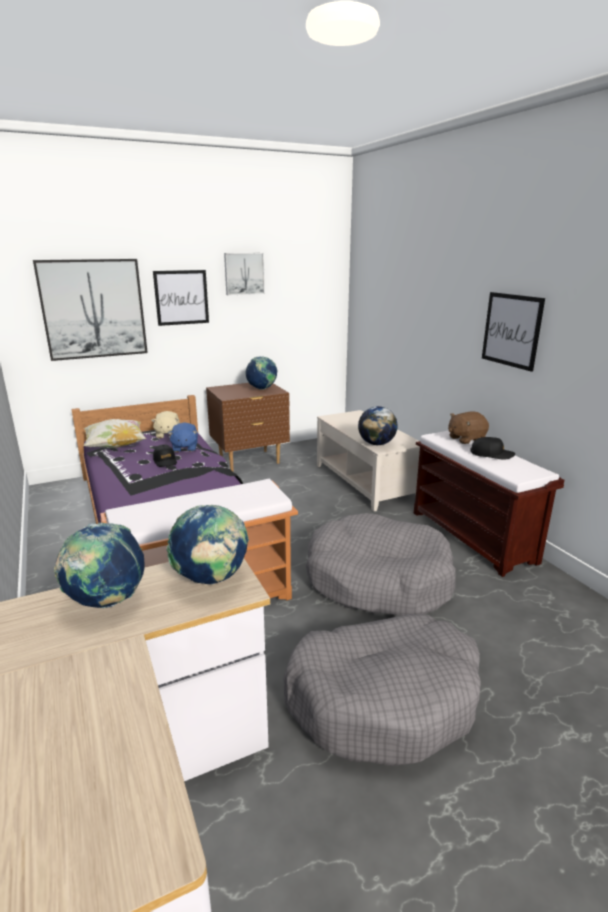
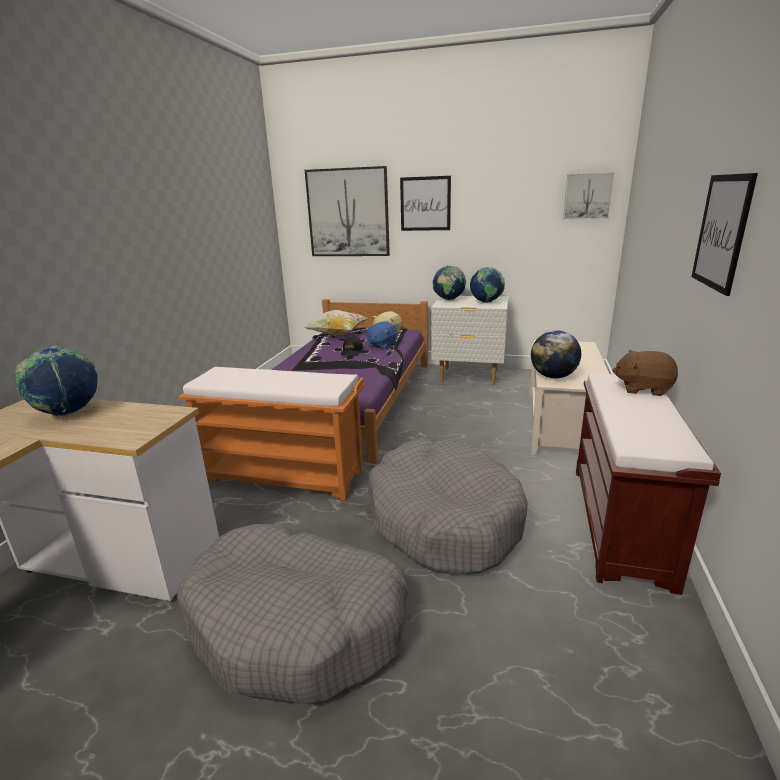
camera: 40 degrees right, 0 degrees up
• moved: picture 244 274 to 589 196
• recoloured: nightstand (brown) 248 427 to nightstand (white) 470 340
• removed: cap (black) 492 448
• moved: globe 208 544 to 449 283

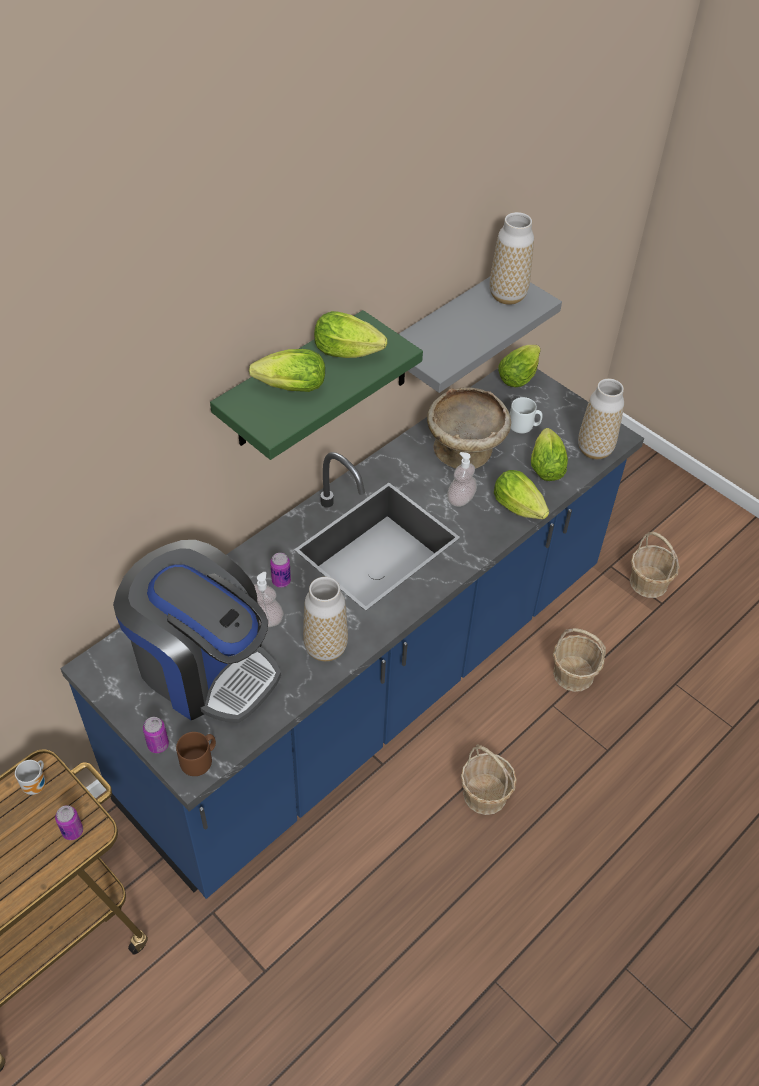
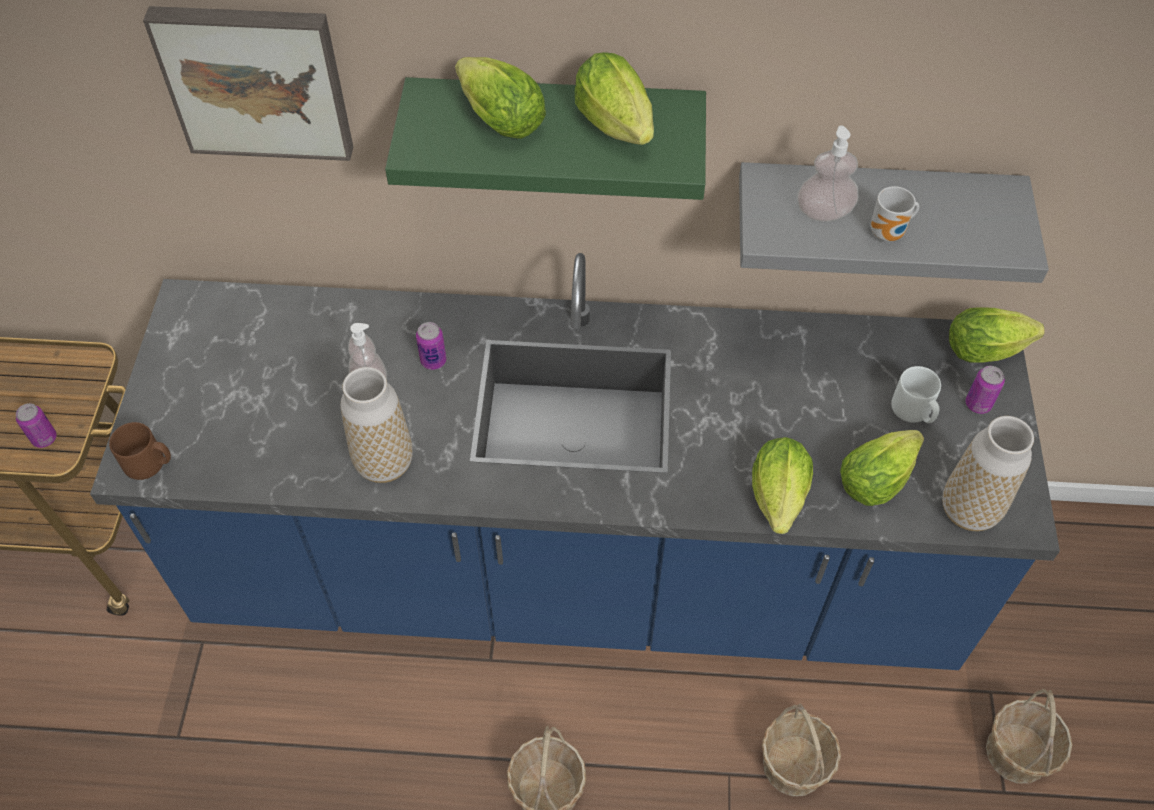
camera: 50 degrees right, 5 degrees up
• removed: vase 512 258
• removed: bowl (beige) 469 428
• moved: soap dispenser 462 479 to 828 173
• removed: coffee machine 197 631
• moved: can 156 735 to 985 390
• moved: mug 30 777 to 895 213
• added: picture 248 83

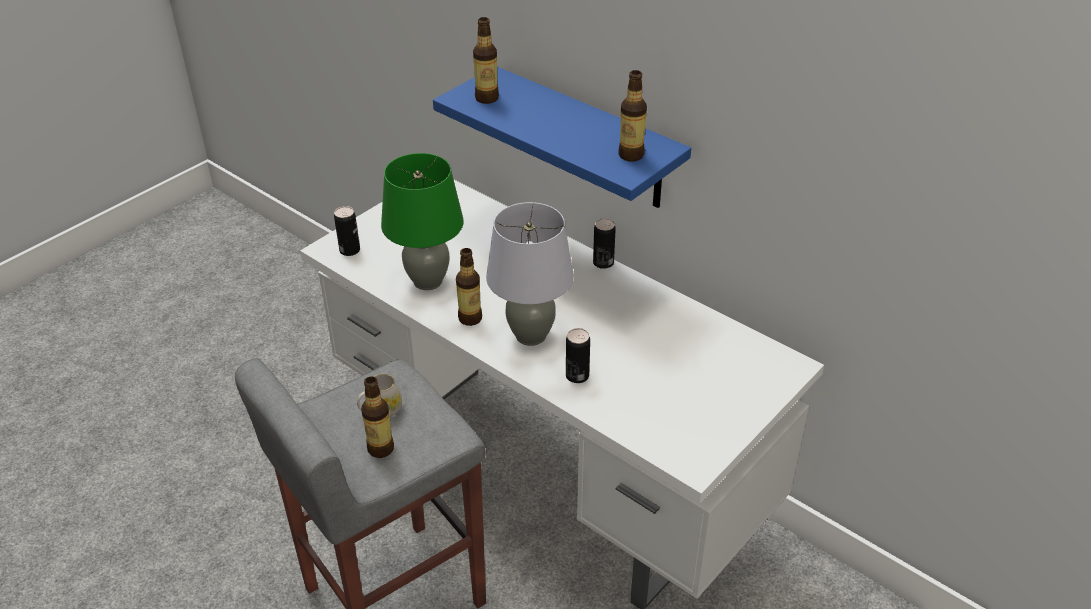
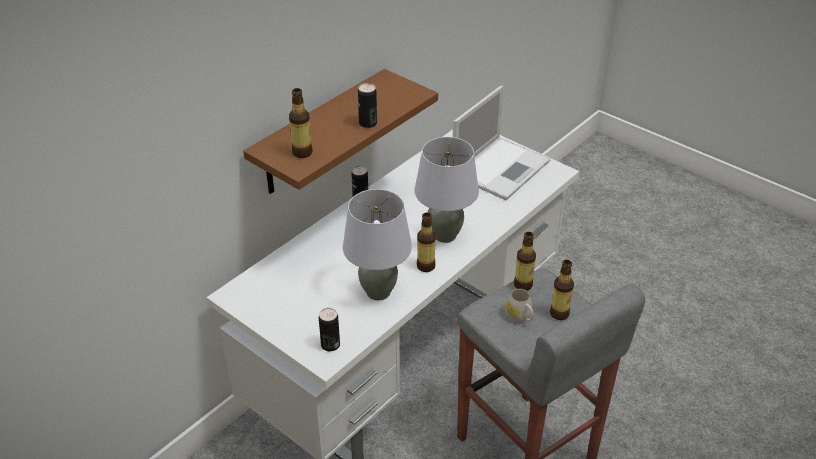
camera: 90 degrees left, 0 degrees up
• recoloured: shelf (blue) 562 137 to shelf (brown) 340 131
• moved: bottle 632 116 to 525 261
• recoloured: table lamp (green) 422 221 to table lamp (grey) 377 244
• moved: can 578 355 to 367 105
• added: laptop 502 143

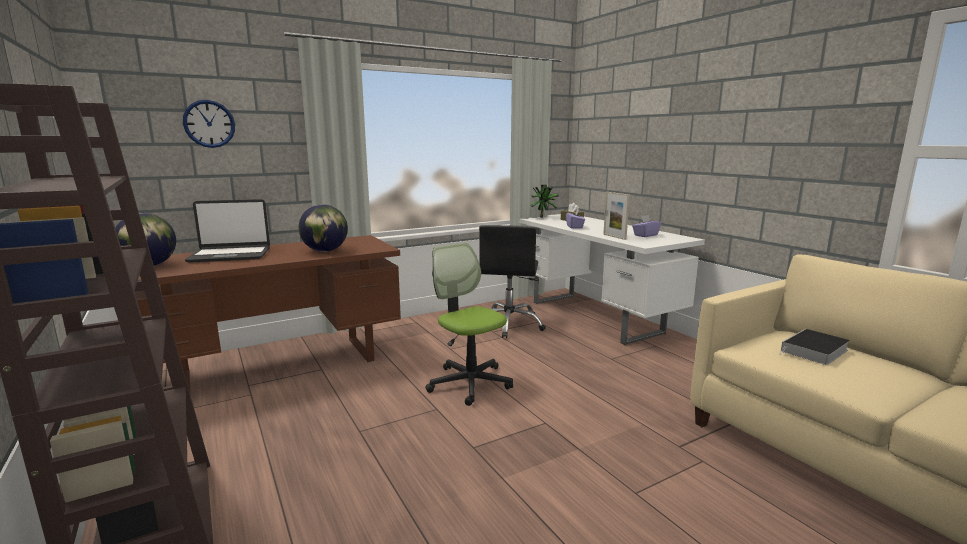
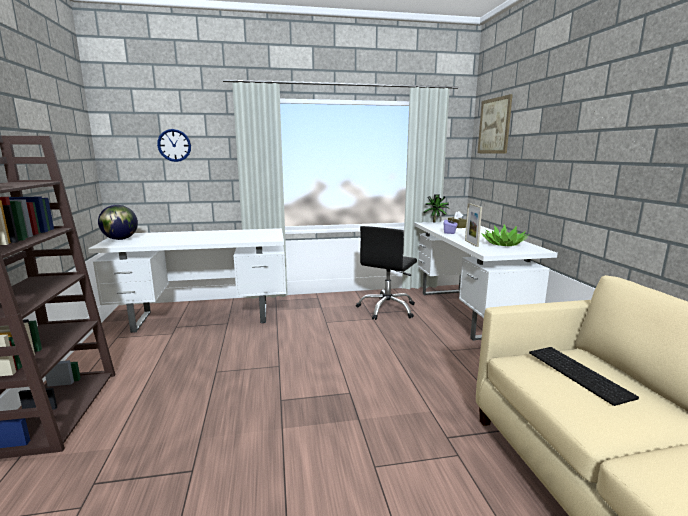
camera: 20 degrees right, 0 degrees up
• removed: laptop 227 231
• removed: globe 323 228
• replaced: tissue box (purple) 646 226 to potted plant 504 235
• recoloured: desk (brown) 268 315 to desk (white) 187 280
• removed: office chair 469 324
• replaced: book 814 347 to keyboard 584 376
• added: picture 495 124

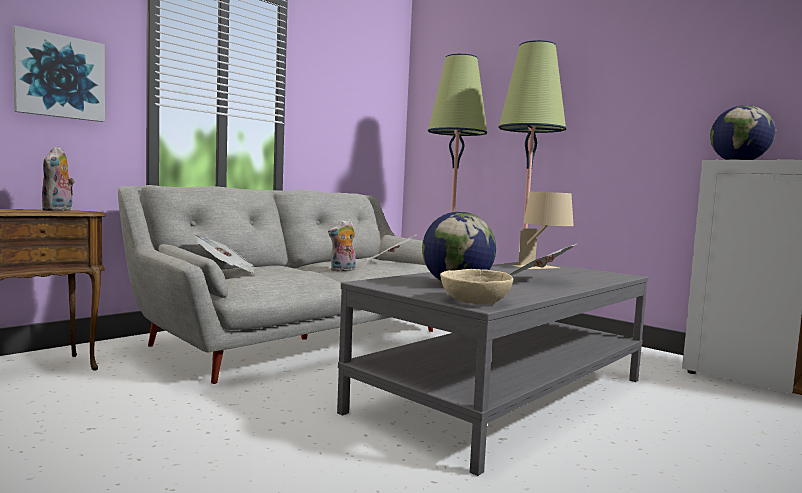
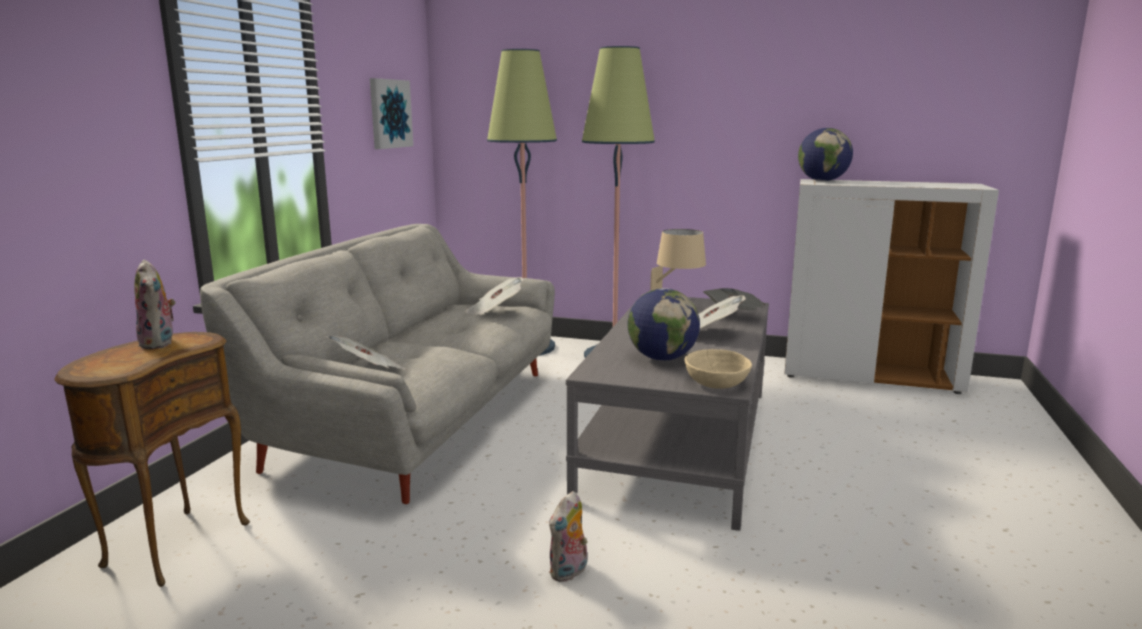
camera: 25 degrees left, 10 degrees up
• moved: picture 59 73 to 391 113
• moved: plush toy 342 246 to 568 536
• added: newspaper 734 299

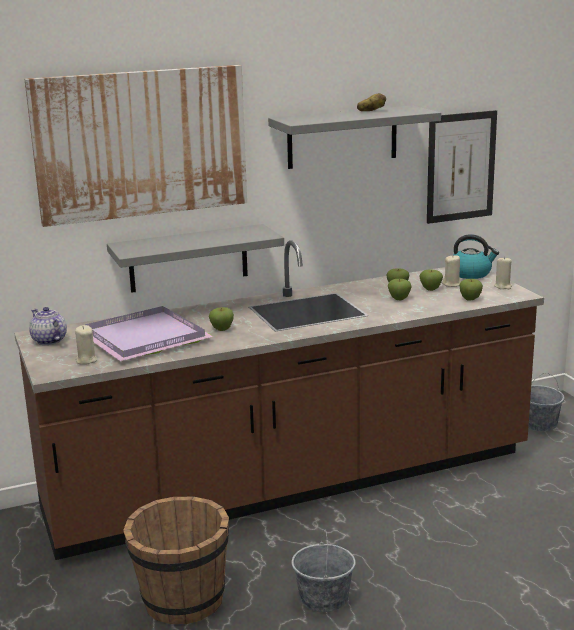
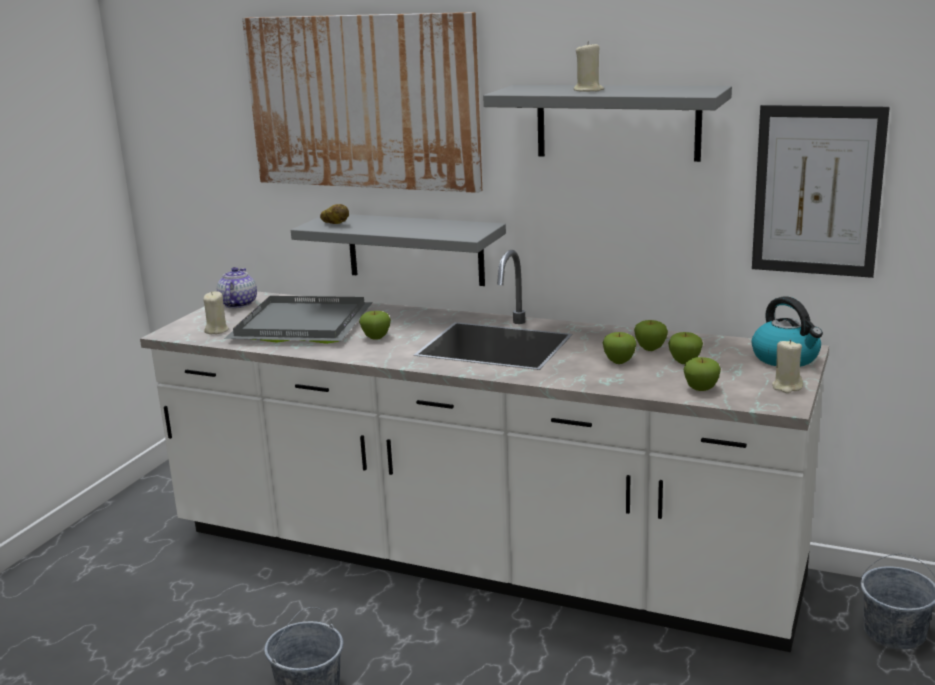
camera: 45 degrees right, 0 degrees up
• moved: potato 371 102 to 334 214
• recoloured: counter (brown) 279 400 to counter (white) 484 451
• moved: candle (beige) 451 271 to 589 66
• recoloured: tray (purple) 149 333 to tray (grey) 298 320
• removed: bucket (brown) 176 560

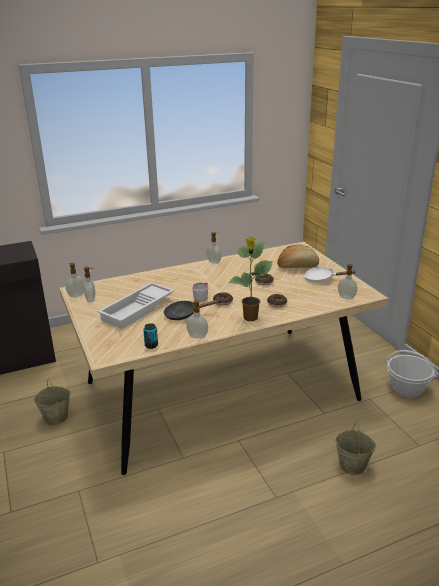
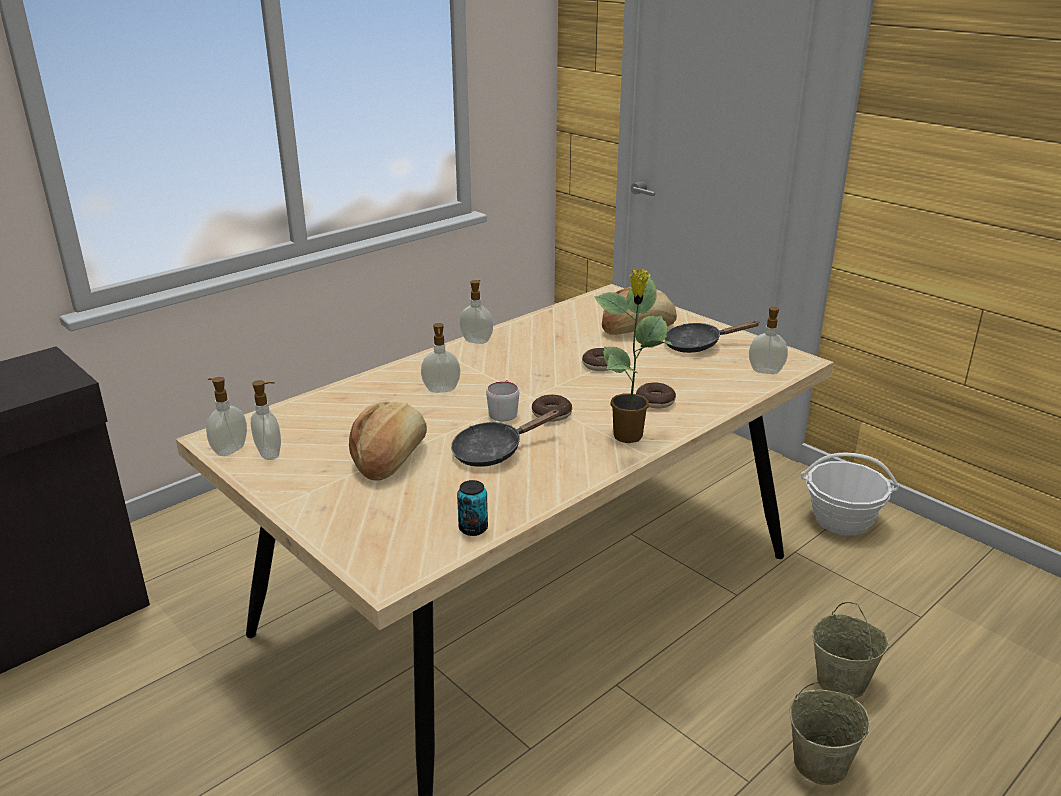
camera: 20 degrees left, 0 degrees up
• recoloured: frying pan (white) 330 275 to frying pan (black) 712 337
• replaced: tray (white) 136 305 to bread 388 441
• moved: soap dispenser 197 319 to 441 358
• moved: bucket (beige) 52 402 to 830 733

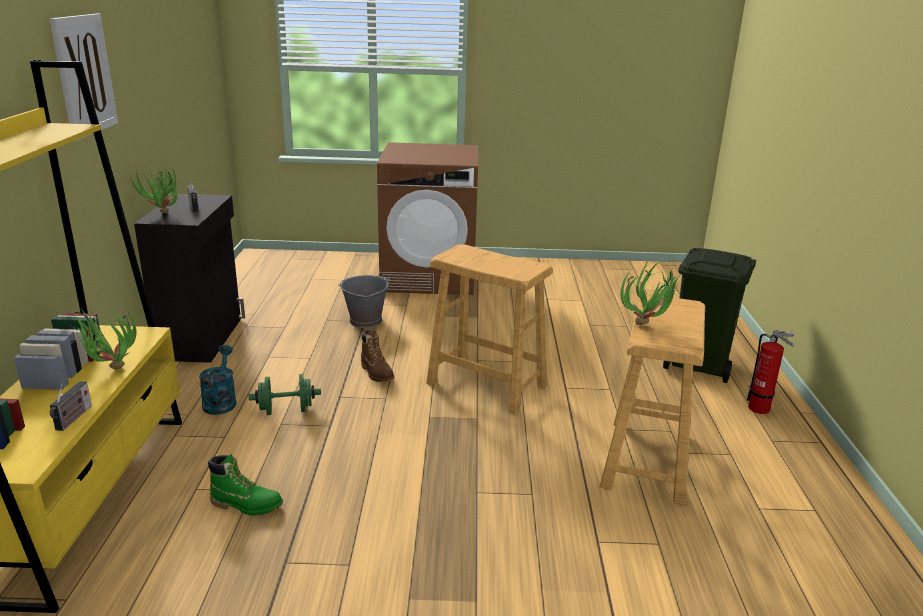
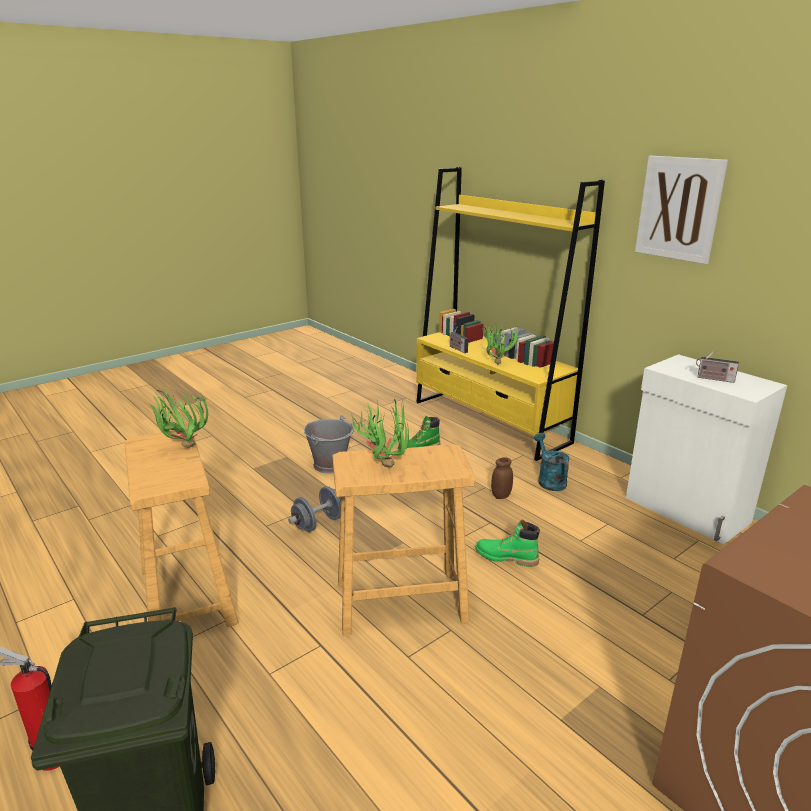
camera: 140 degrees right, 0 degrees up
• moved: potted plant 153 188 to 380 433
• recoloured: cabinet (black) 189 278 to cabinet (white) 706 449
• moved: bucket (grey) 364 301 to 329 444
• recoloured: boot (brown) 377 356 to boot (green) 507 543
• turned: watering can (turquoise) 218 380 = 552 462 150 degrees counterclockwise
• replaced: dumbbell (green) 285 394 to jar (brown) 502 478
• added: dumbbell (grey) 314 509

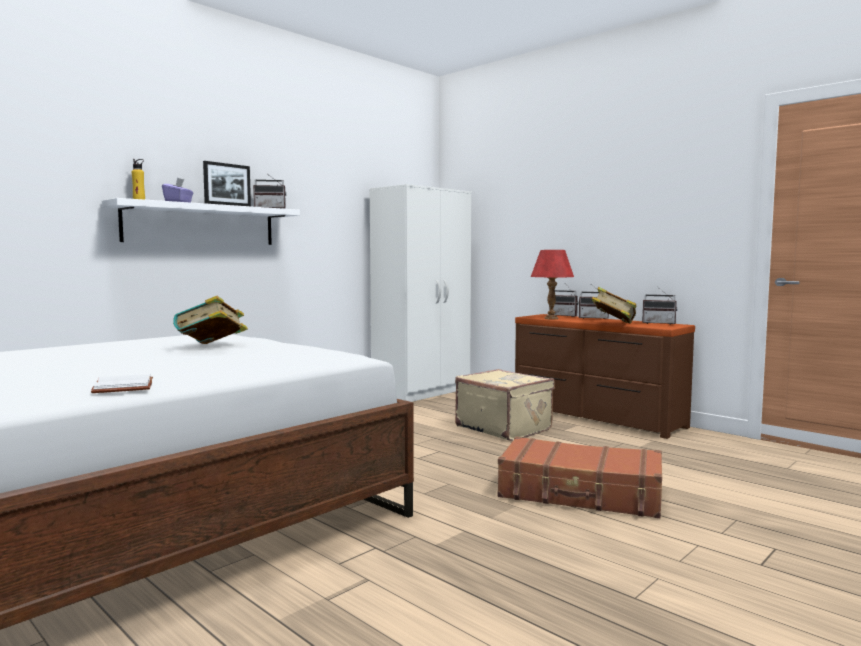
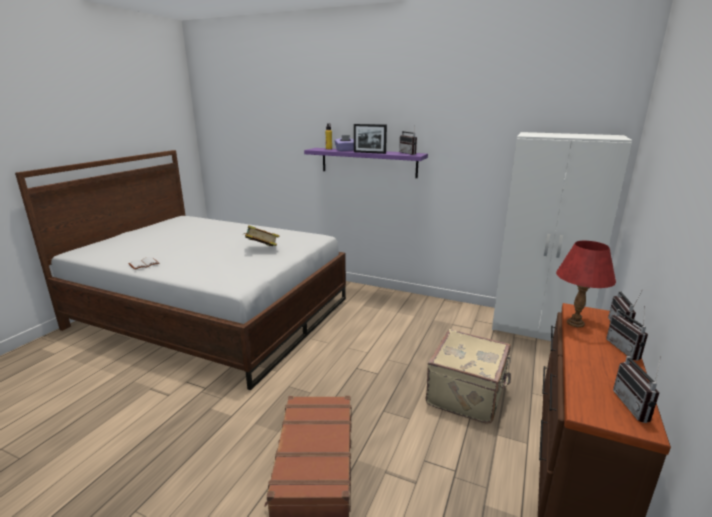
camera: 70 degrees right, 15 degrees up
• recoloured: shelf (white) 201 221 to shelf (purple) 366 163
• removed: book 614 305

